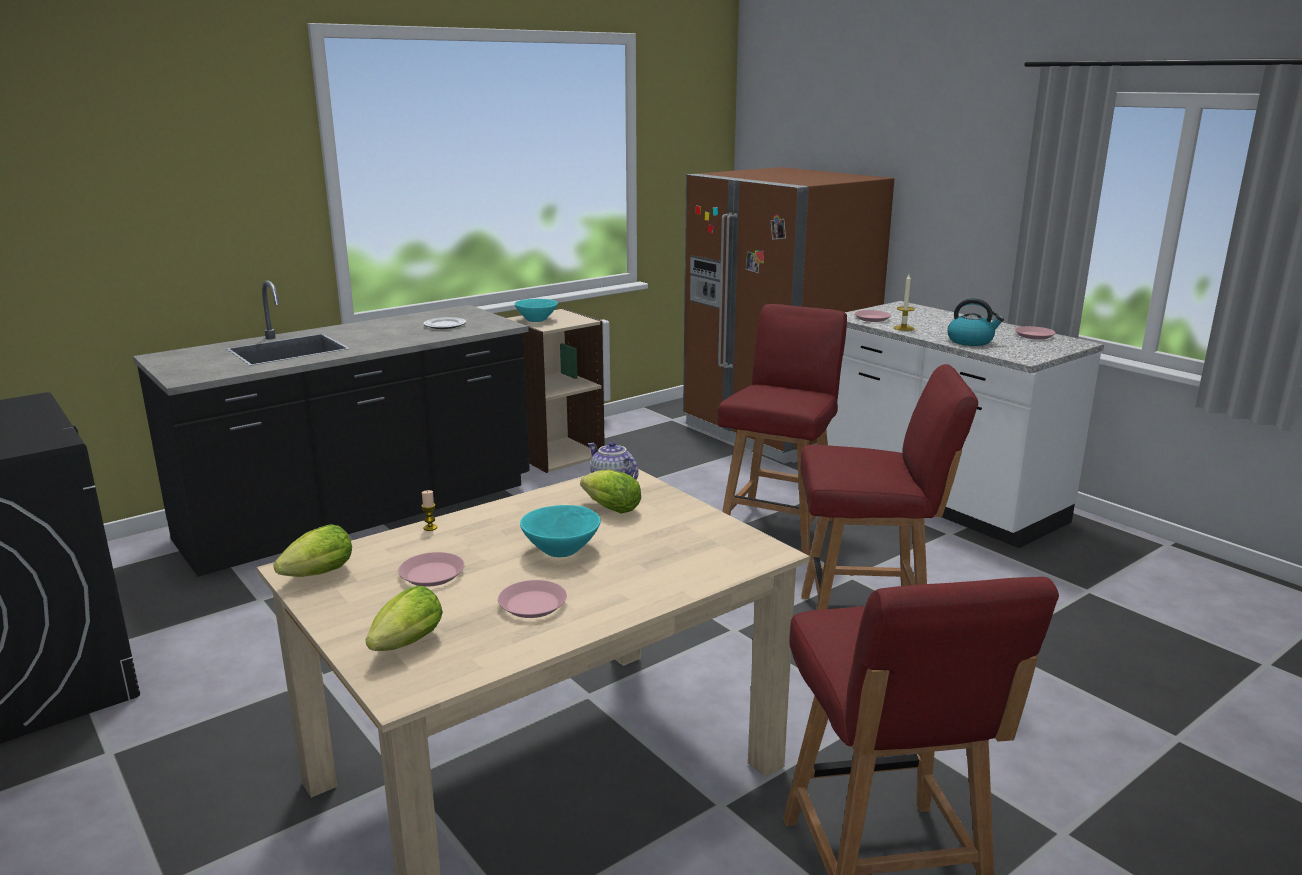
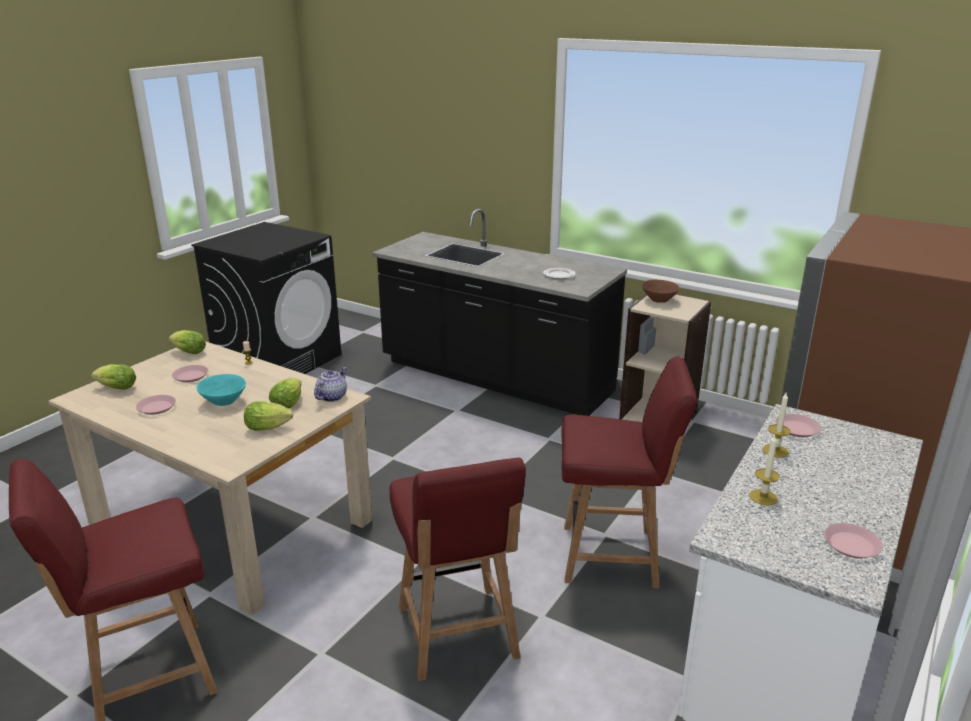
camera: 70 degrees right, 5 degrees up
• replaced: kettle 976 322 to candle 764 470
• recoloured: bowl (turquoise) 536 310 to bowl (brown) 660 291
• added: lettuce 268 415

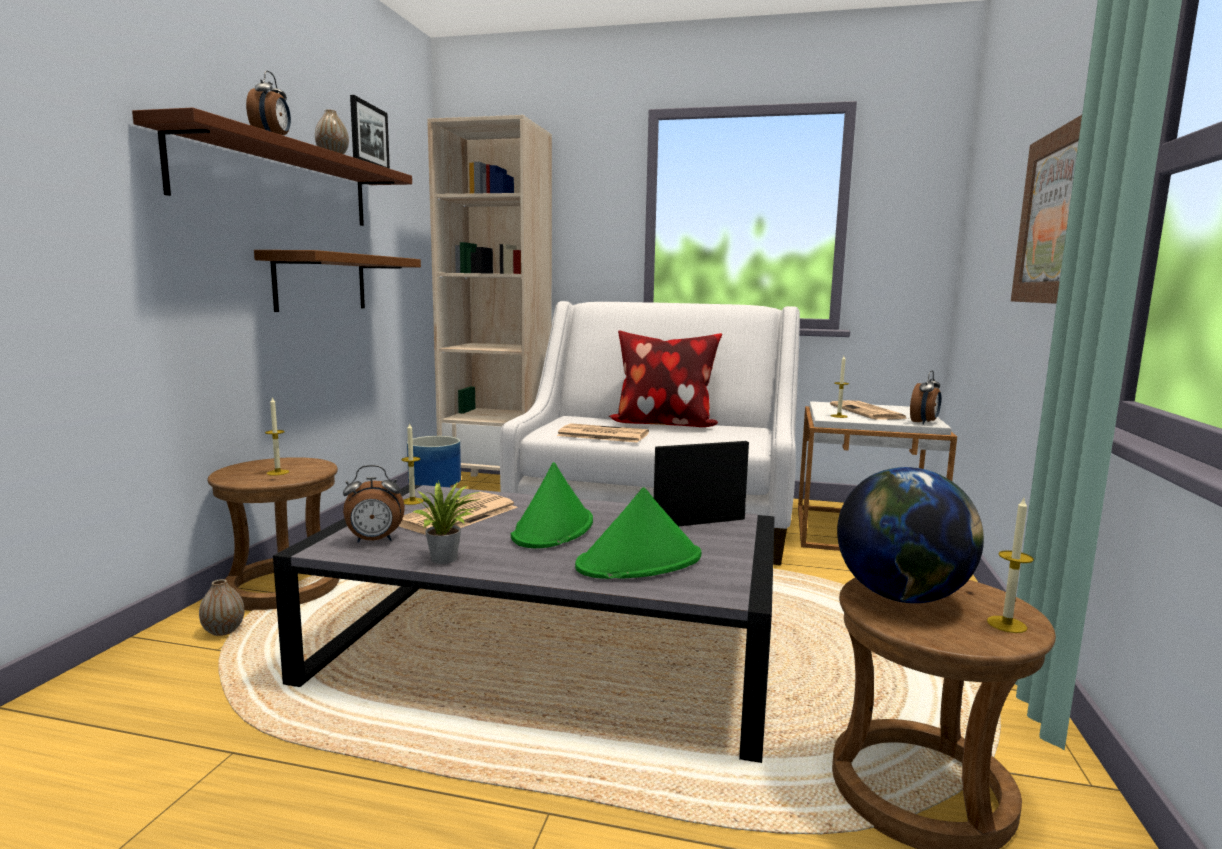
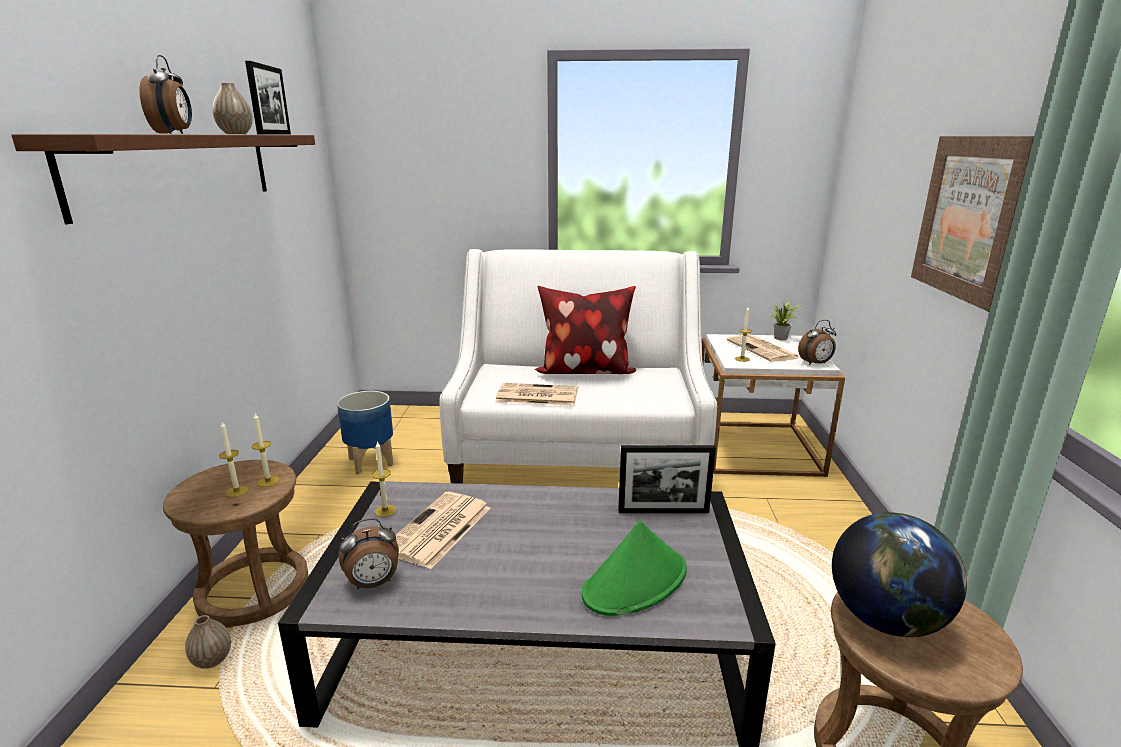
camera: 10 degrees left, 10 degrees up
• removed: bookcase (beige) 489 296
• removed: shelf (brown) 337 281
• turned: alarm clock 925 397 = 817 342 45 degrees clockwise
• turned: picture frame 701 483 = 667 479 150 degrees counterclockwise
• removed: hat (green) 552 505
• moved: potted plant 446 522 to 787 320
• moved: candle 1010 565 to 265 450

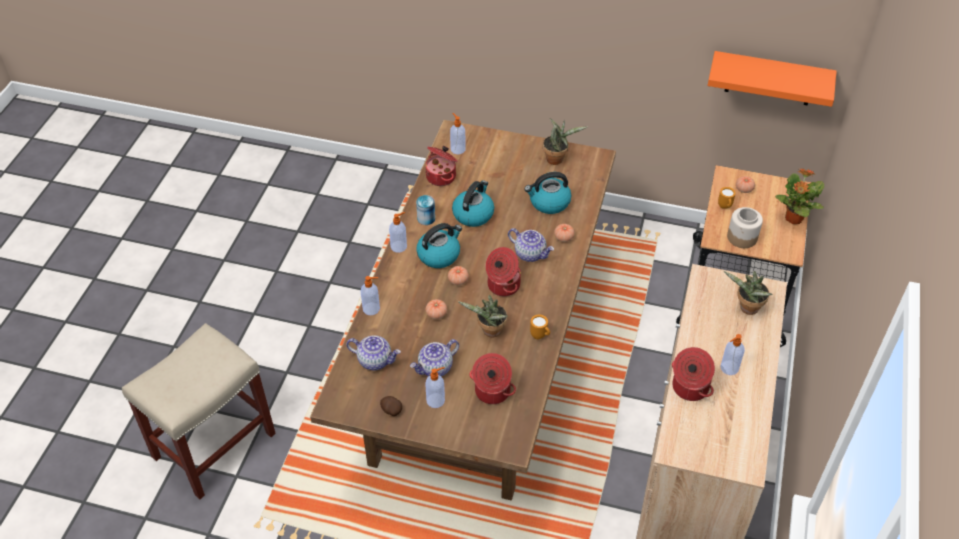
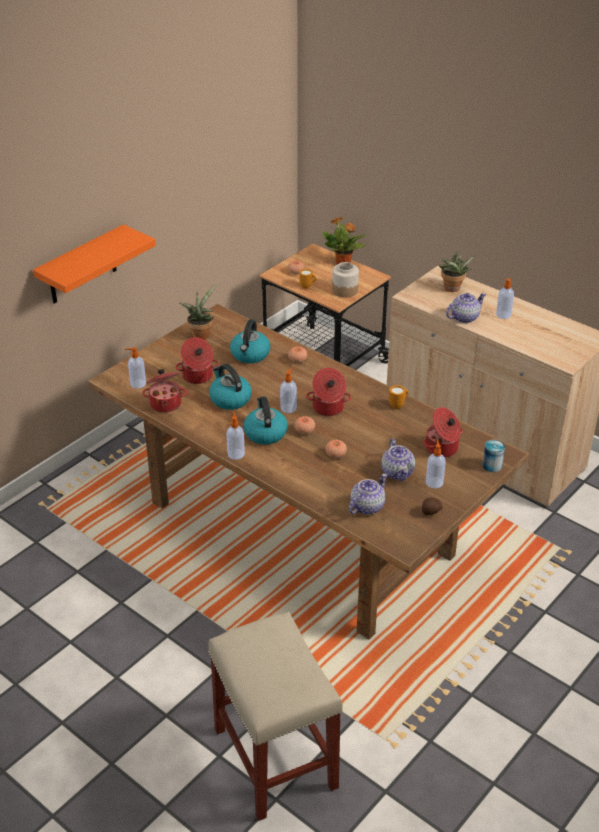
camera: 65 degrees left, 10 degrees down
• moved: shelf (orange) 772 79 to 94 264
• moved: can 425 210 to 493 456
• moved: teapot 531 245 to 466 308
• moved: soap dispenser 370 295 to 288 390
• removed: potted plant 483 316
• moved: cooking pot 693 374 to 197 360

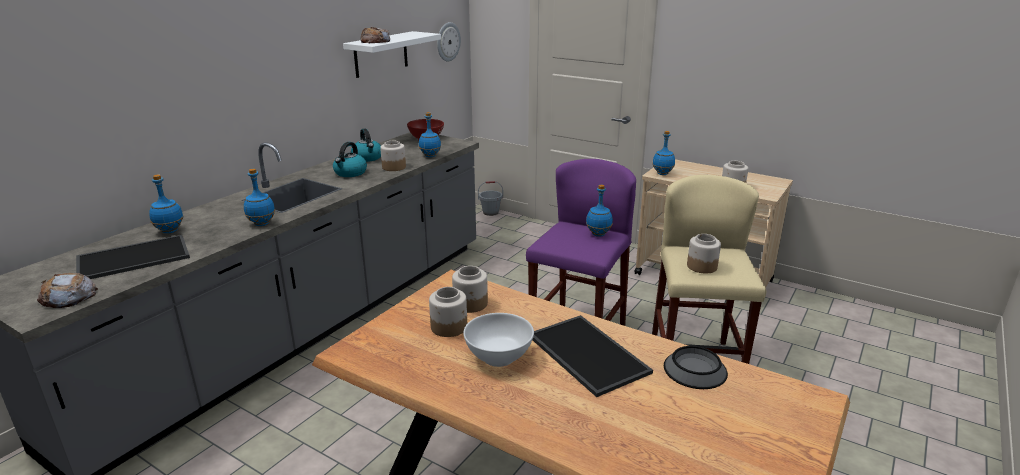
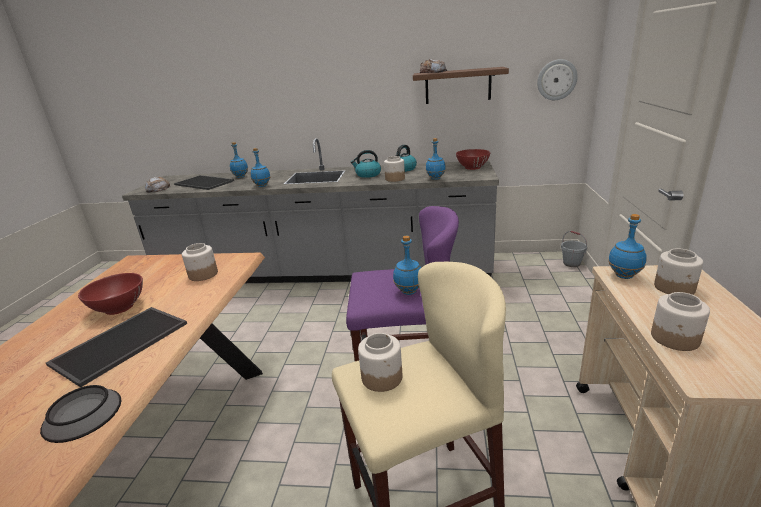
camera: 65 degrees right, 0 degrees up
• recoloured: shelf (white) 392 54 to shelf (brown) 461 85
• moved: jar 448 312 to 678 272
• recoloured: bowl (white) 498 340 to bowl (red) 110 294

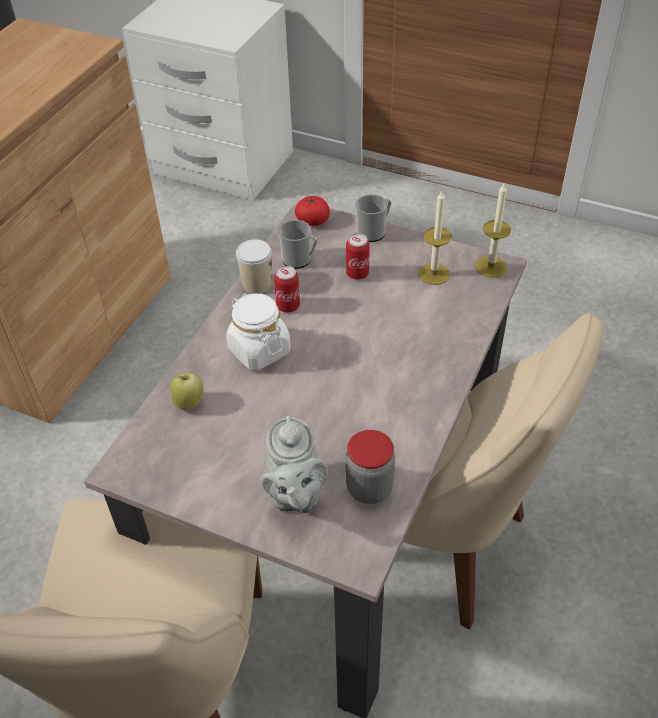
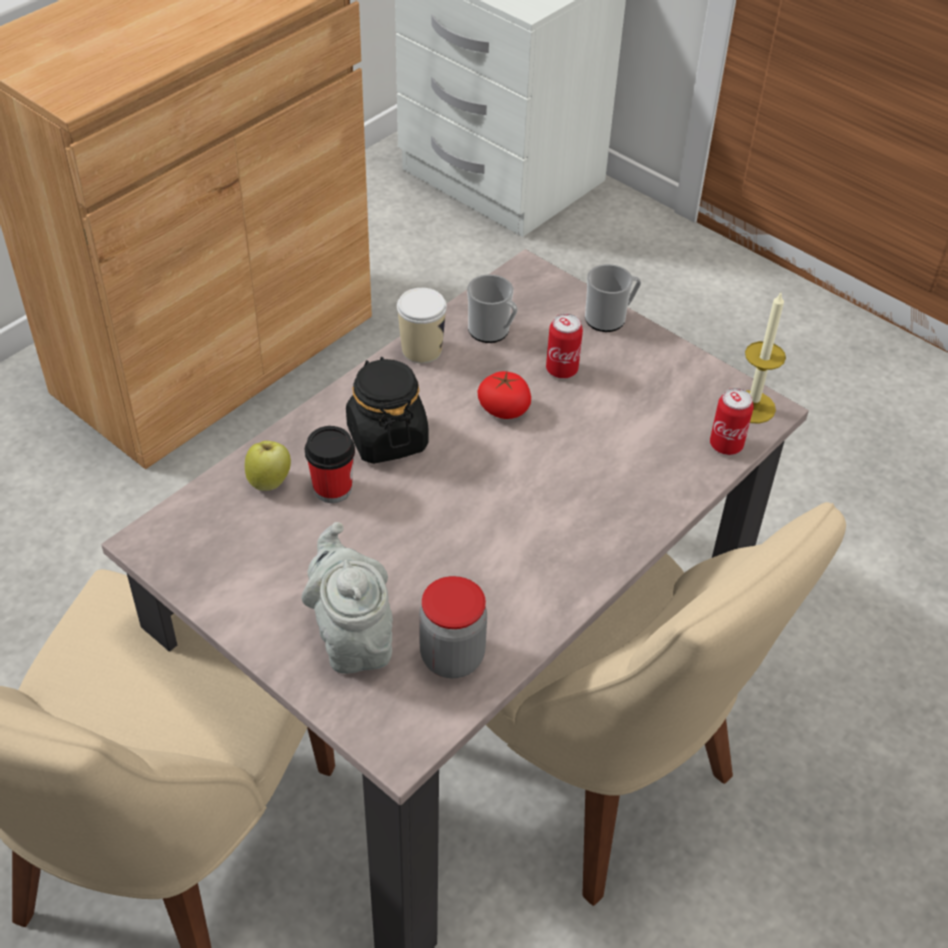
camera: 15 degrees right, 0 degrees up
• removed: candle 435 238
• moved: tomato 312 211 to 504 395
• moved: can 287 289 to 732 421
• recoloured: jar (white) 258 331 to jar (black) 387 410
• turned: teapot (grey) 294 464 = 347 598 150 degrees clockwise
• added: cup 330 464

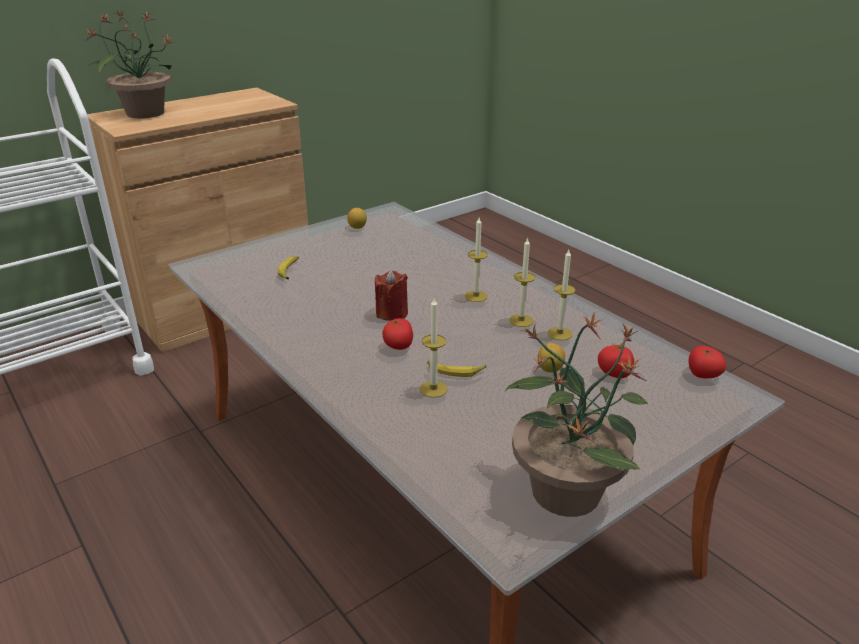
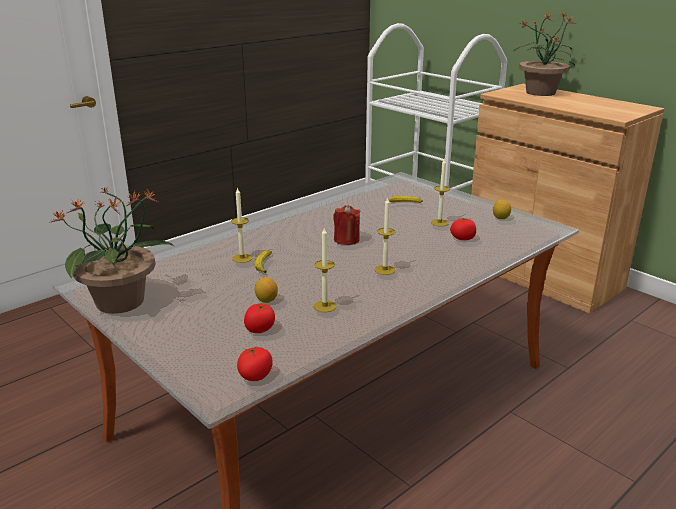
camera: 85 degrees right, 5 degrees down
• moved: candle 522 282 to 440 193
• moved: tomato 397 334 to 463 228

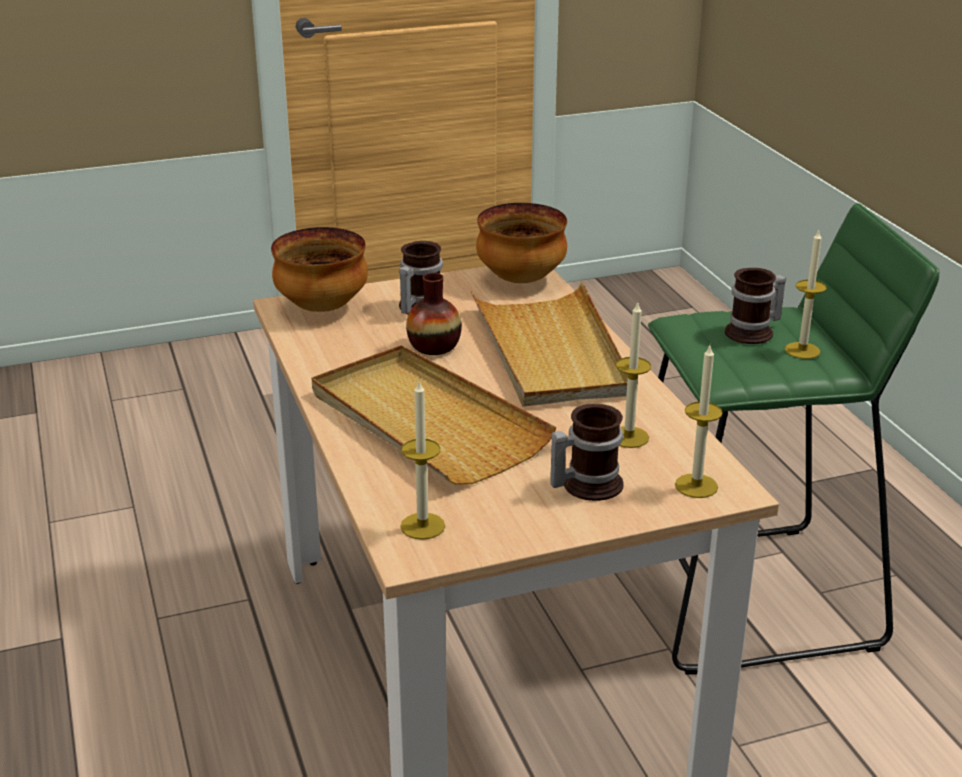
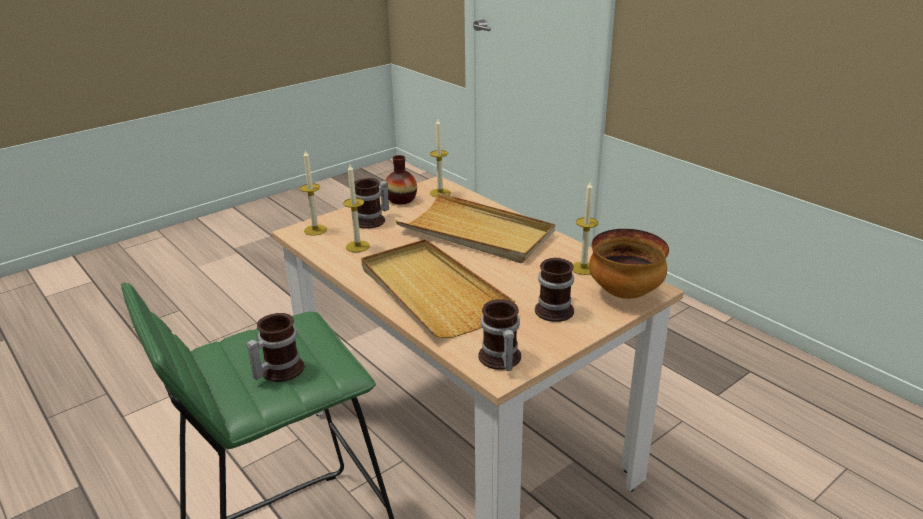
camera: 160 degrees right, 0 degrees up
• replaced: bowl 521 243 to mug 499 335
• moved: candle 806 294 to 585 228
• moved: vase 434 314 to 401 179

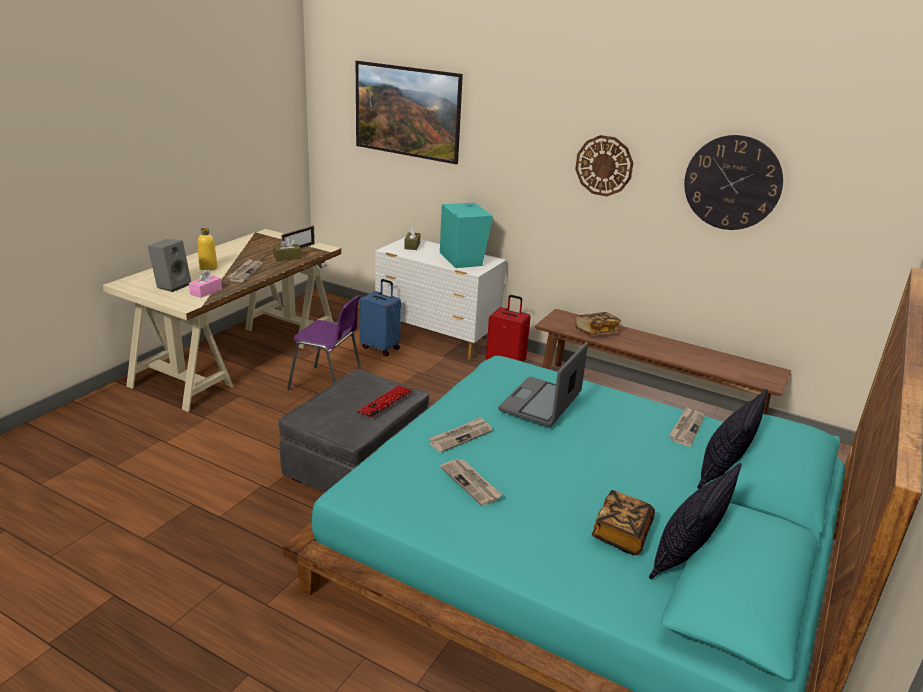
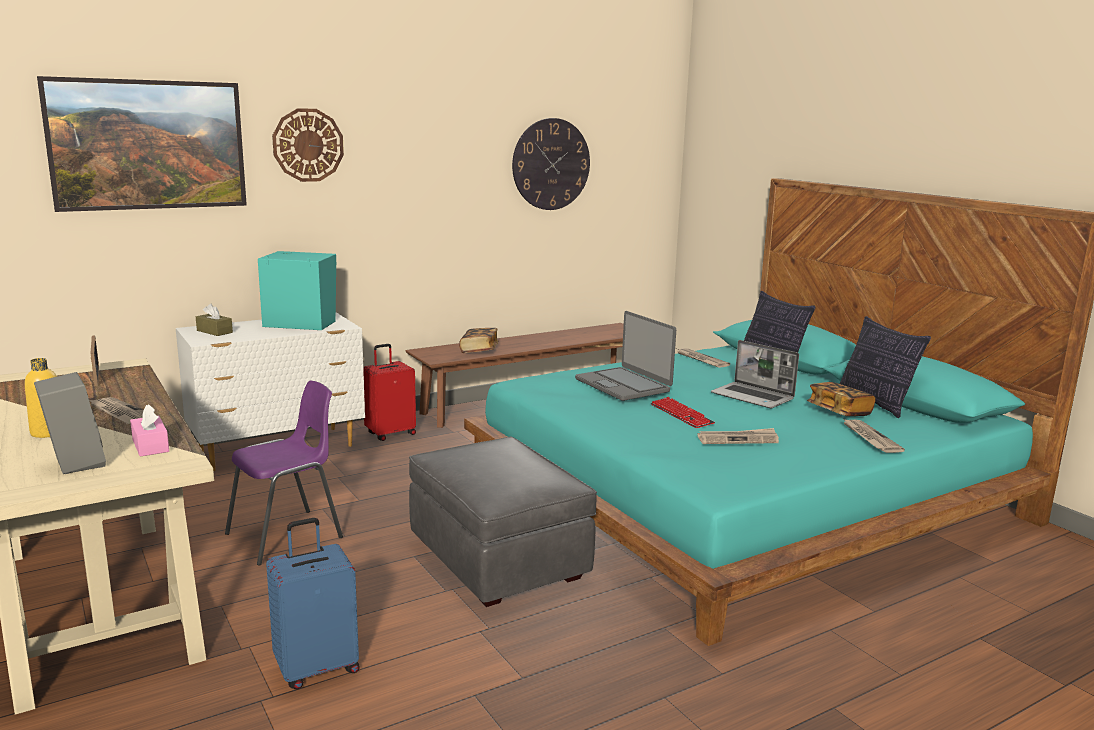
camera: 60 degrees left, 10 degrees down
• moved: wall clock 604 165 to 308 145
• removed: tissue box (brown) 287 249
• moved: suitcase (blue) 380 317 to 313 603
• moved: keyboard 385 401 to 683 412
• moved: newspaper 461 435 to 873 435
• added: laptop 755 374

